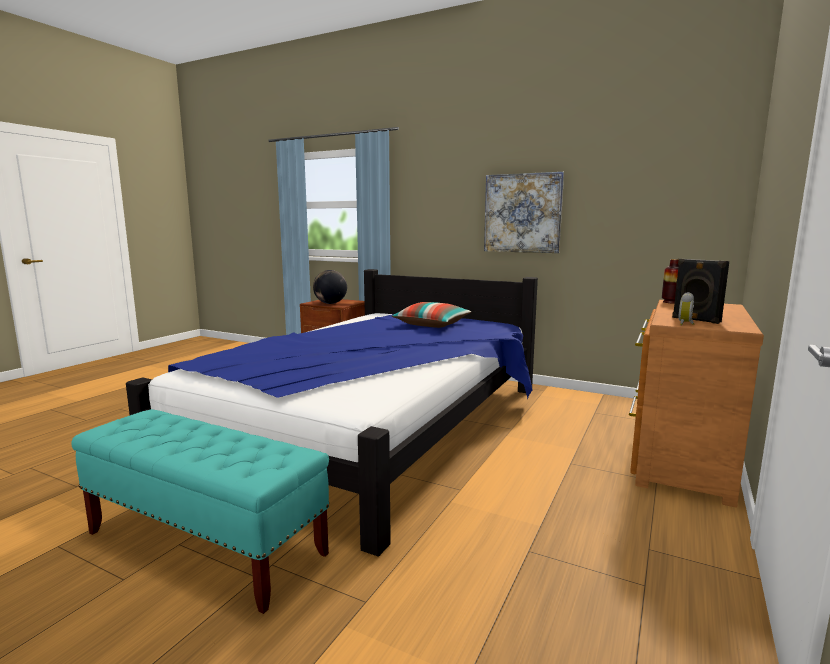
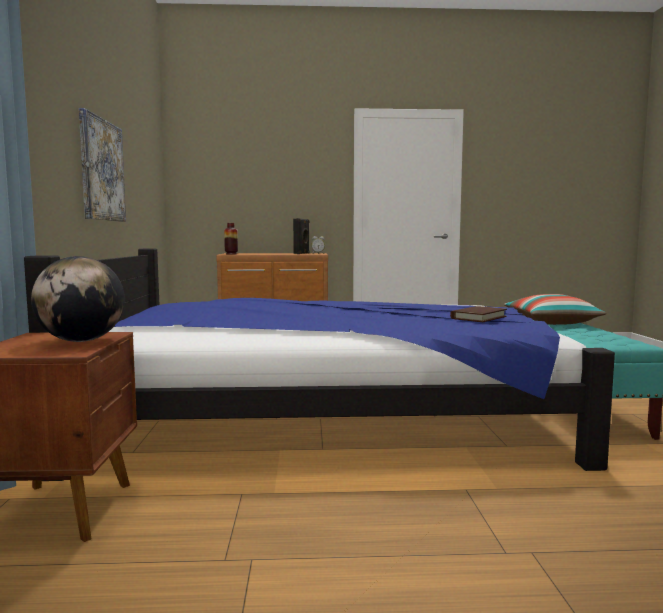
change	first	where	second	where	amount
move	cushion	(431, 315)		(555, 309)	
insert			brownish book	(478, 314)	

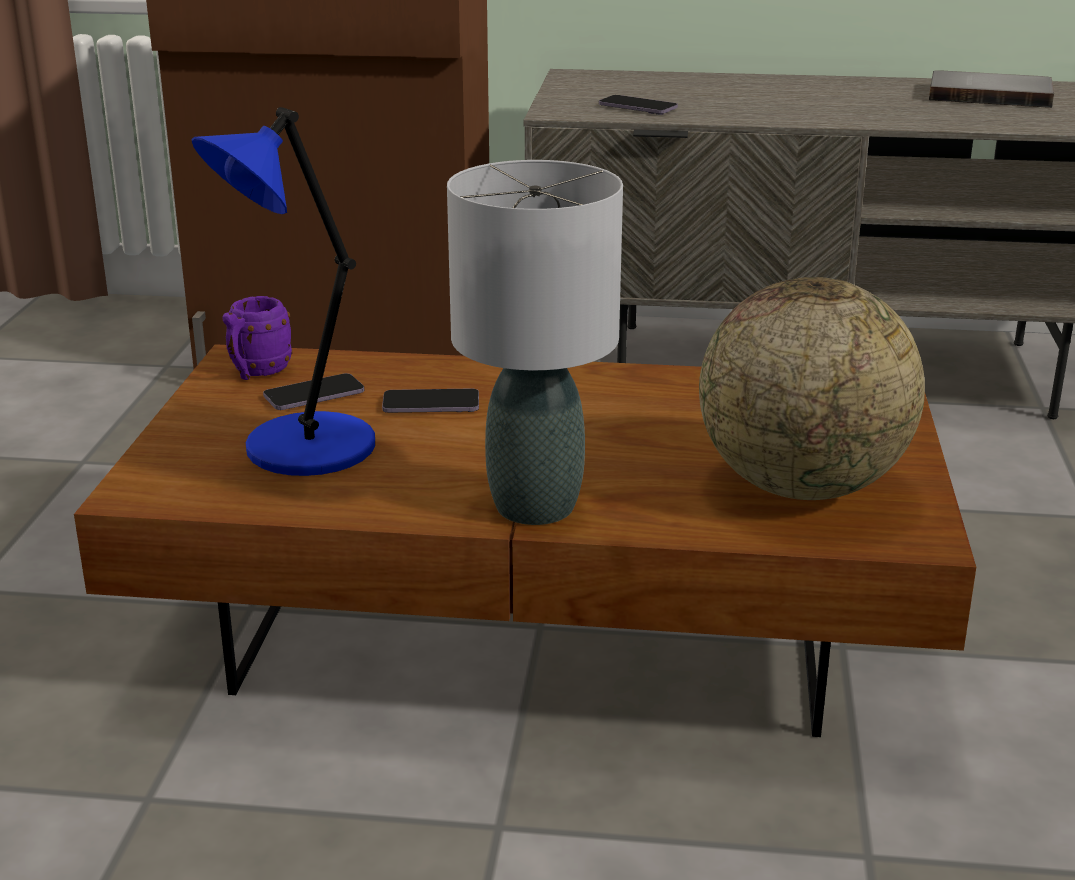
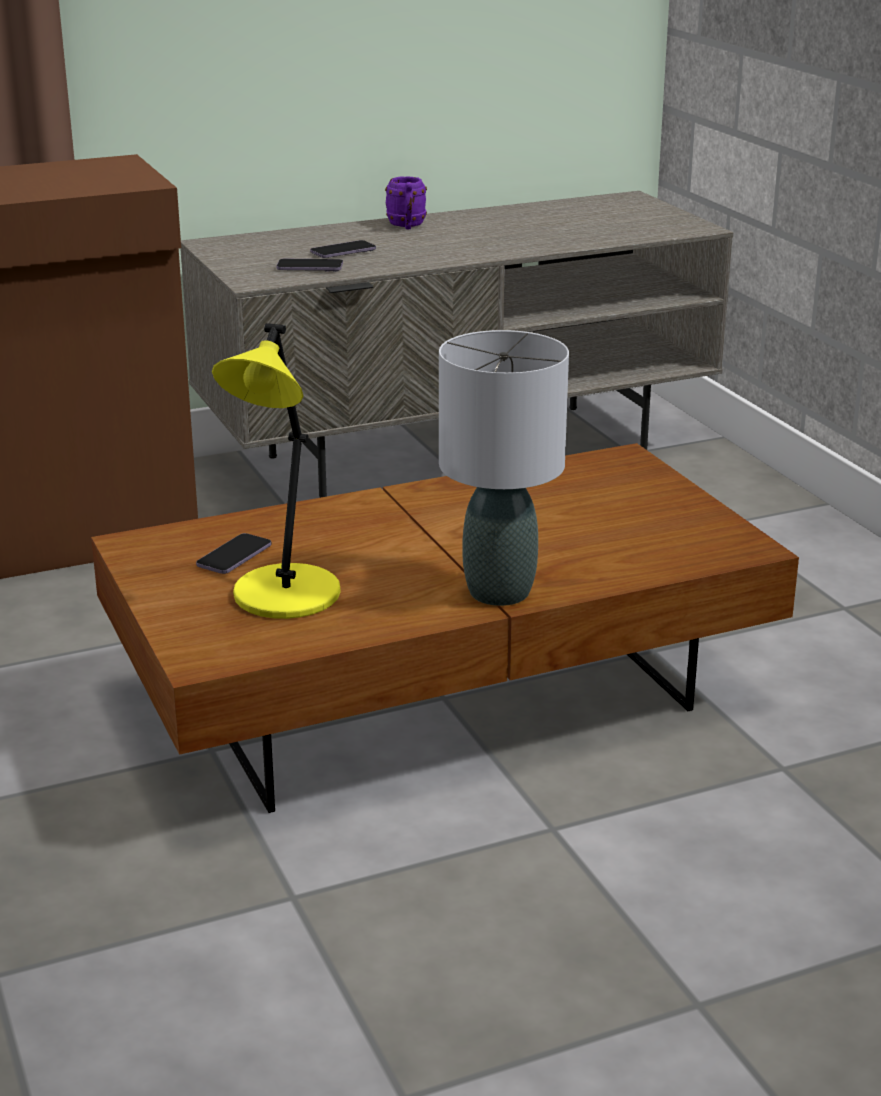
change	first	where	second	where	amount
delete	grey book	(991, 89)			
recolor	blue table lamp	(283, 291)	yellow table lamp	(276, 471)	
delete	desk globe	(812, 388)			
move	purple tea mug	(258, 338)		(406, 202)	
move	handset	(430, 400)		(343, 249)	

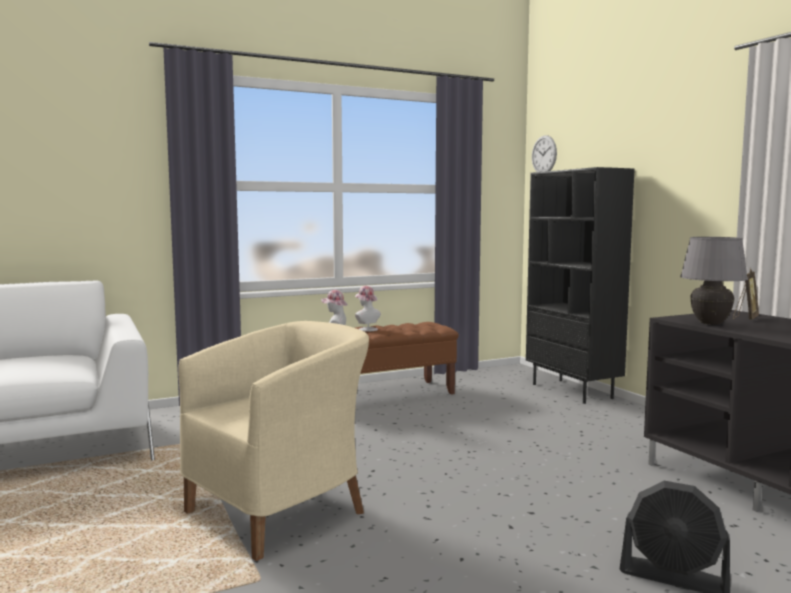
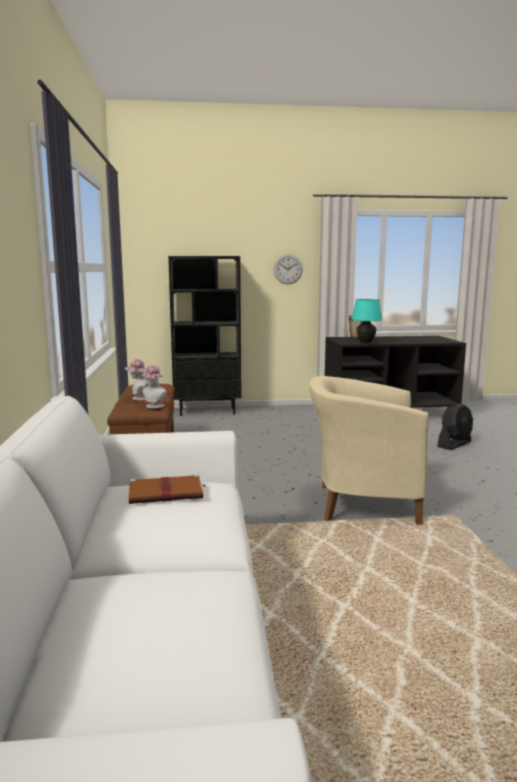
change	first	where	second	where	amount
move	hanging clock	(544, 153)		(288, 269)	
recolor	grey table lamp	(714, 281)	turquoise-coloured table lamp	(366, 321)	
rotate	beige armchair	(273, 441)		(369, 450)	60 degrees counterclockwise
insert			brownish book	(167, 489)	

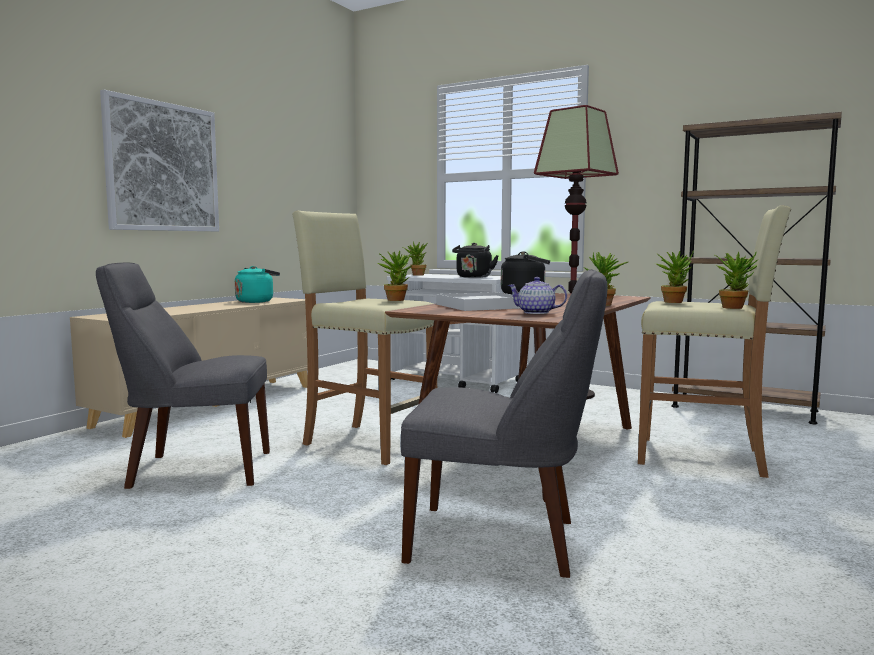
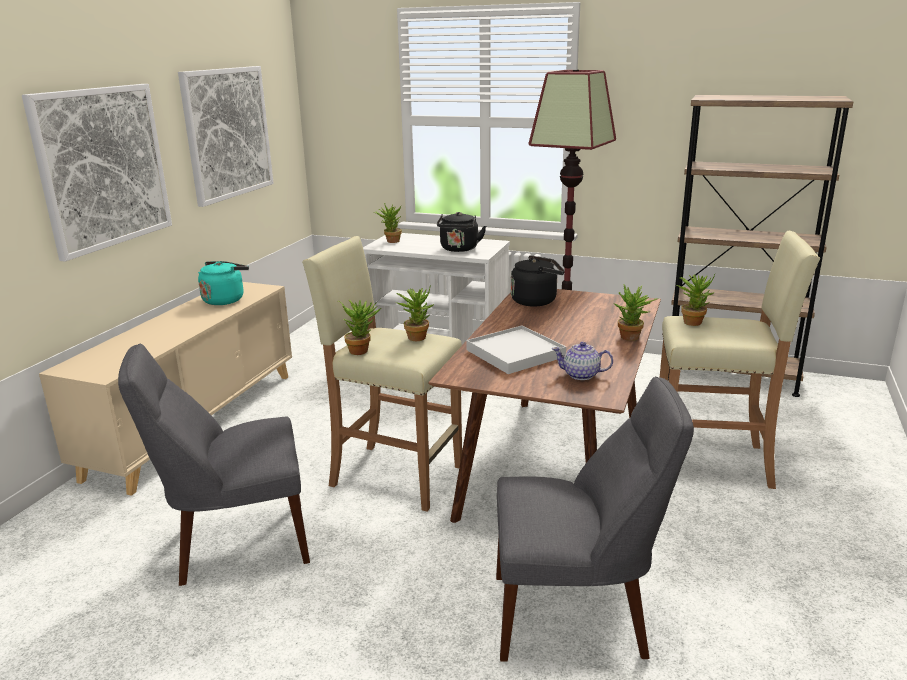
change	first	where	second	where	amount
move	houseplant	(737, 280)		(359, 327)	
insert			wall picture	(226, 136)	

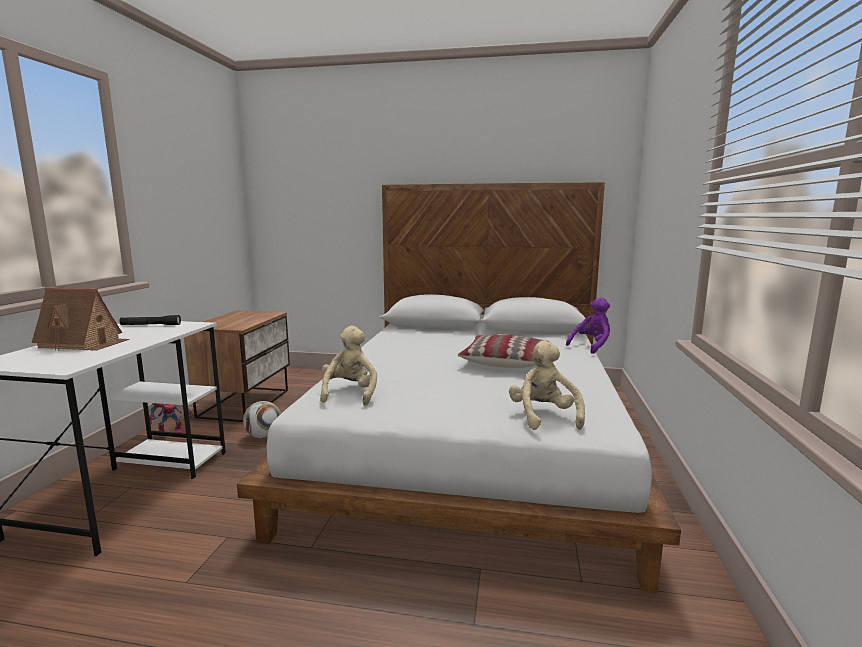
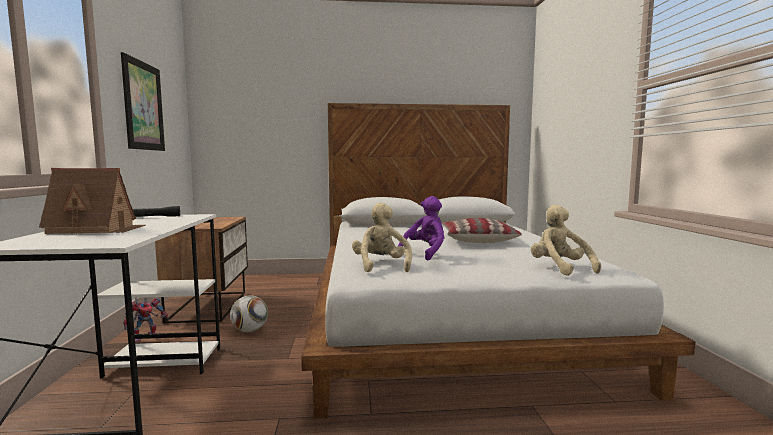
change	first	where	second	where	amount
move	purple soft toy	(588, 325)		(421, 228)	
insert			wall picture	(143, 101)	

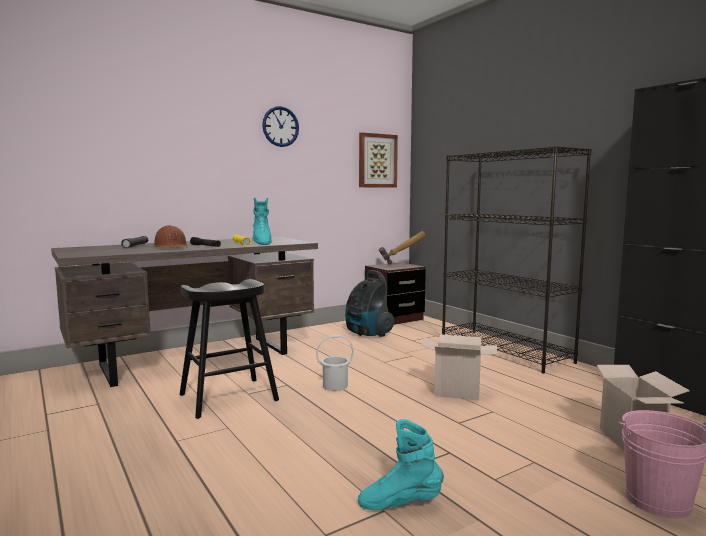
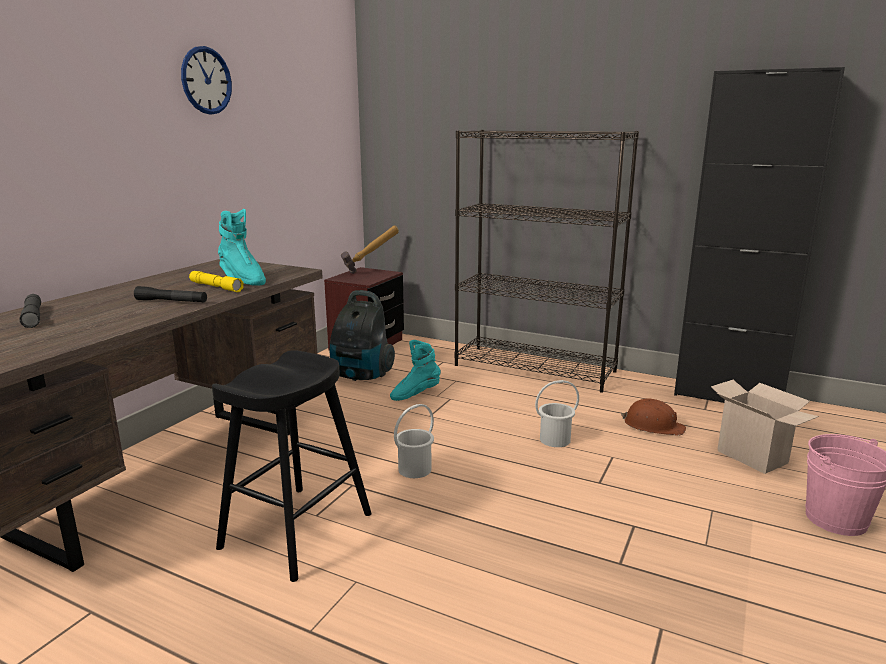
change	first	where	second	where	amount
delete	wall picture	(378, 160)			
move	brownish safety helmet	(170, 236)		(653, 417)	
replace	carton	(459, 367)	whitish pail	(557, 413)	
move	turquoise-coloured high-top boot	(401, 464)		(415, 370)	

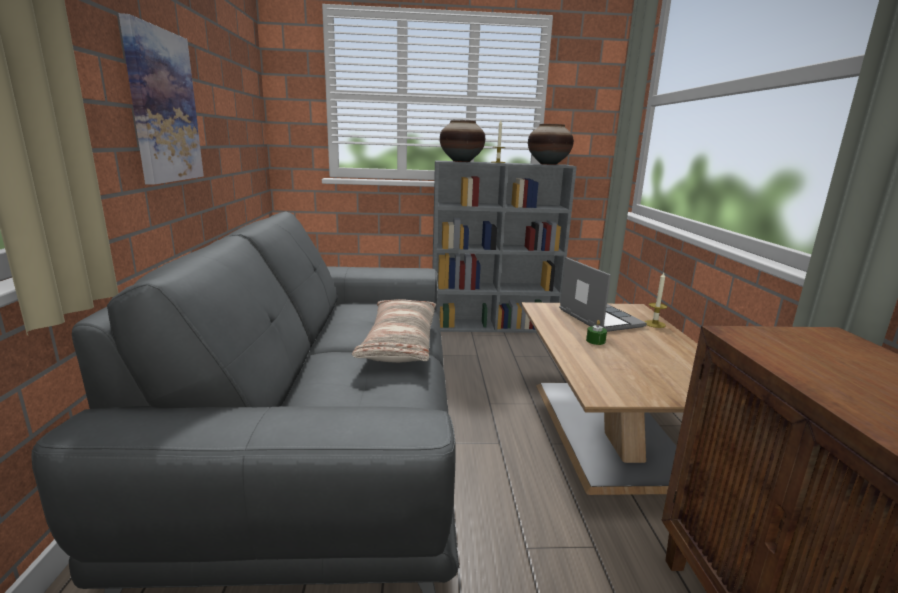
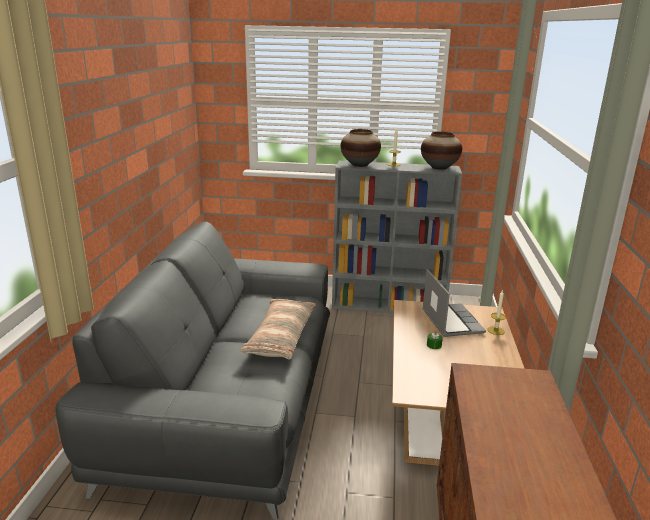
change	first	where	second	where	amount
delete	wall picture	(161, 99)			

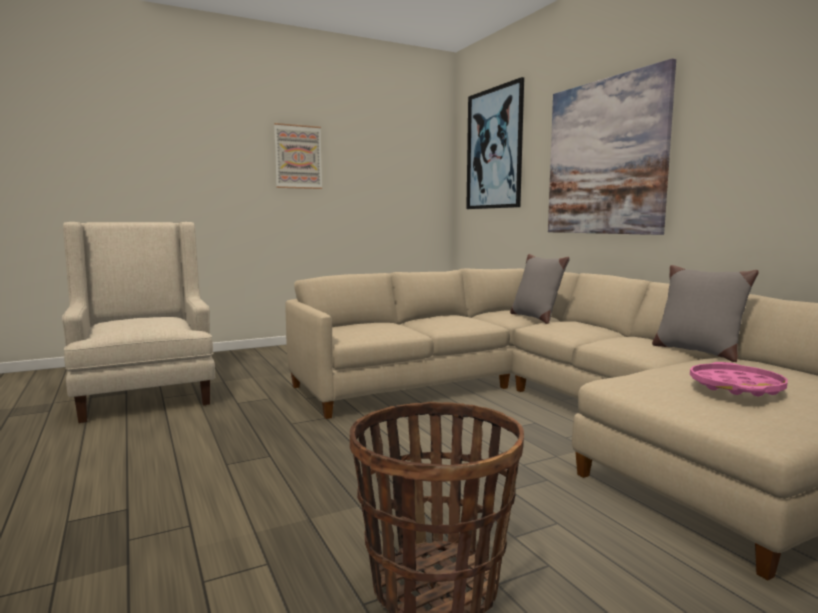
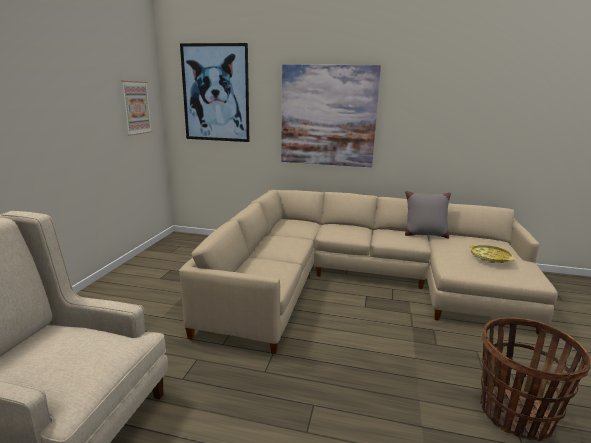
change	first	where	second	where	amount
move	wall picture	(298, 156)		(136, 108)	
delete	grey cushion	(540, 289)			
recolor	pink carrying tray	(739, 379)	yellow carrying tray	(492, 253)	

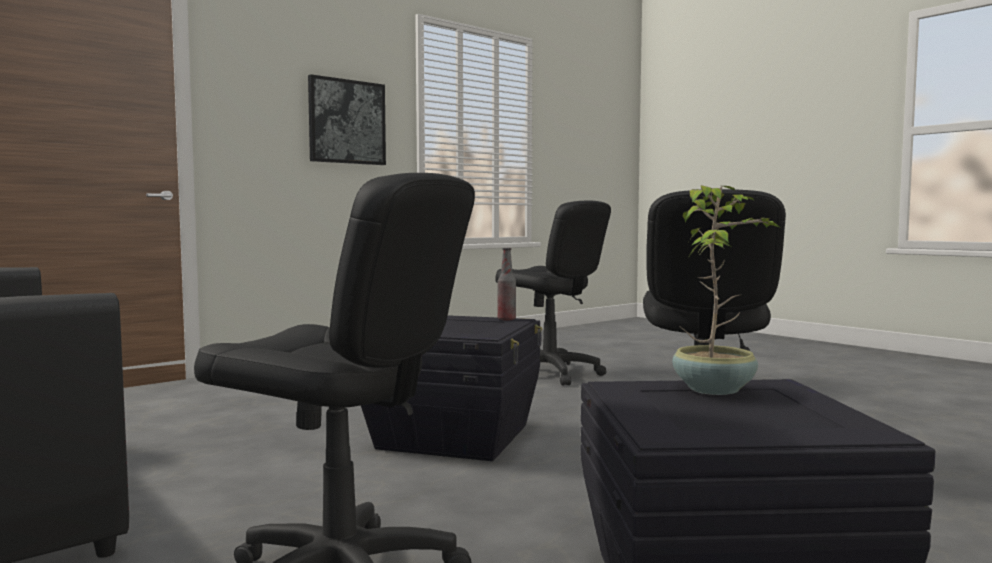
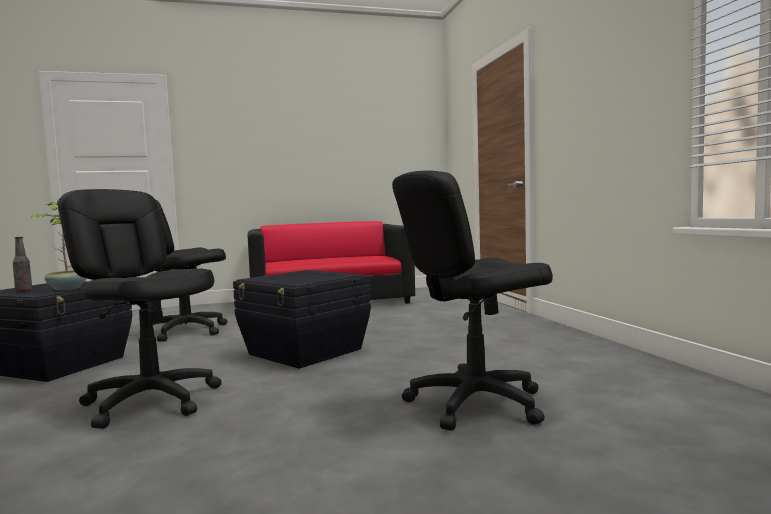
change	first	where	second	where	amount
delete	wall picture	(347, 119)			
move	beverage bottle	(506, 284)		(22, 264)	

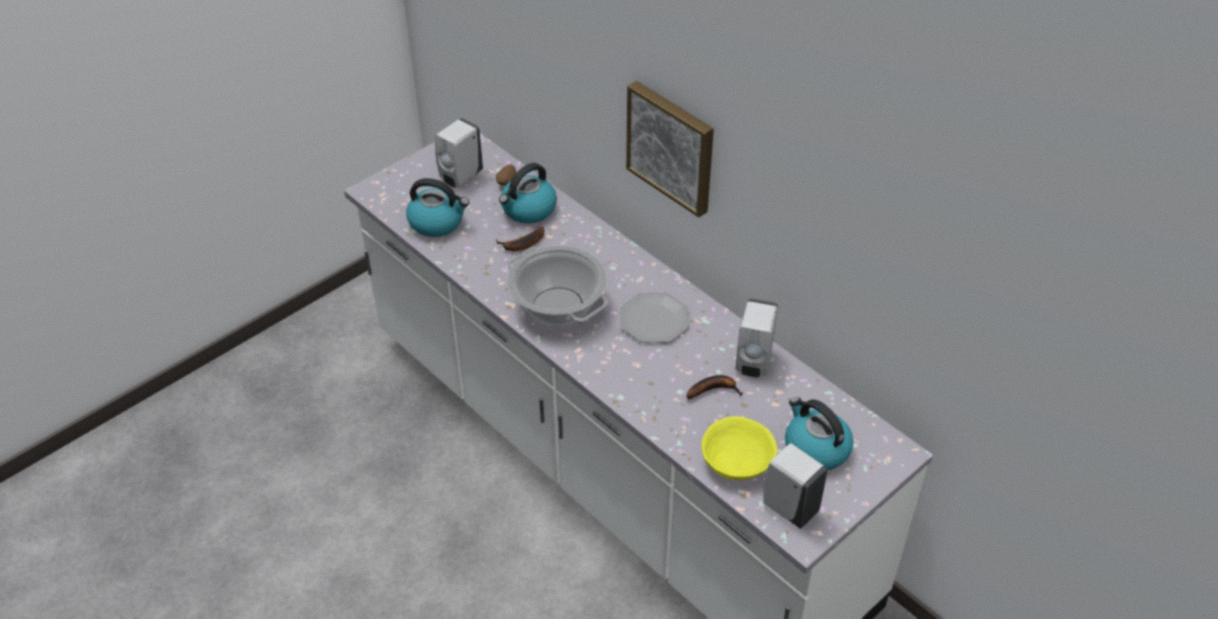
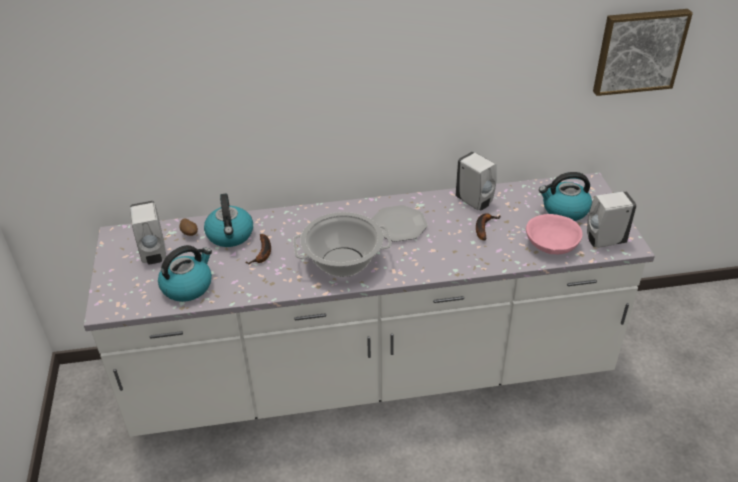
change	first	where	second	where	amount
move	wall picture	(670, 149)		(643, 52)	
recolor	yellow deep dish	(739, 448)	pink deep dish	(554, 234)	

